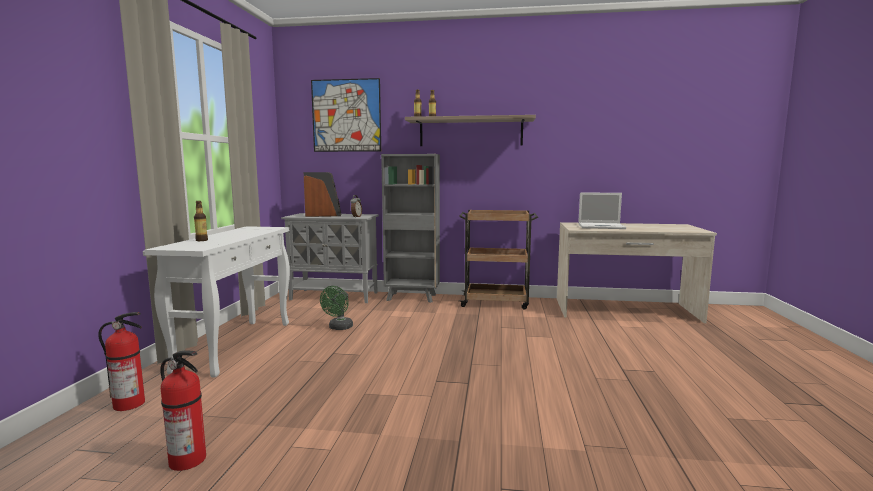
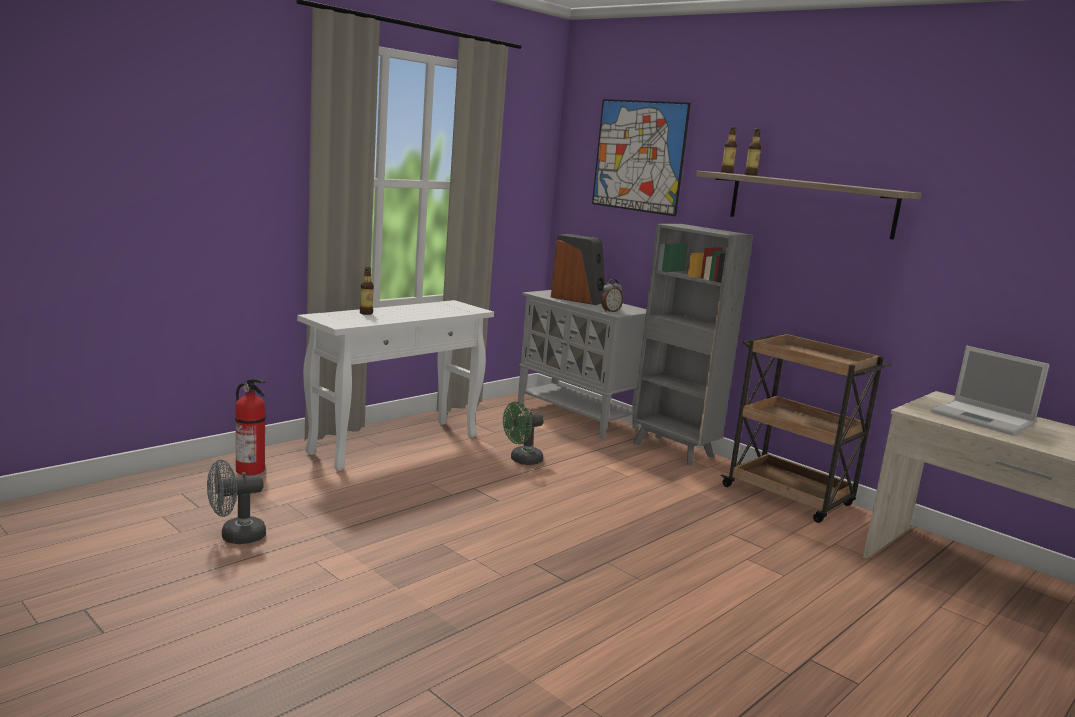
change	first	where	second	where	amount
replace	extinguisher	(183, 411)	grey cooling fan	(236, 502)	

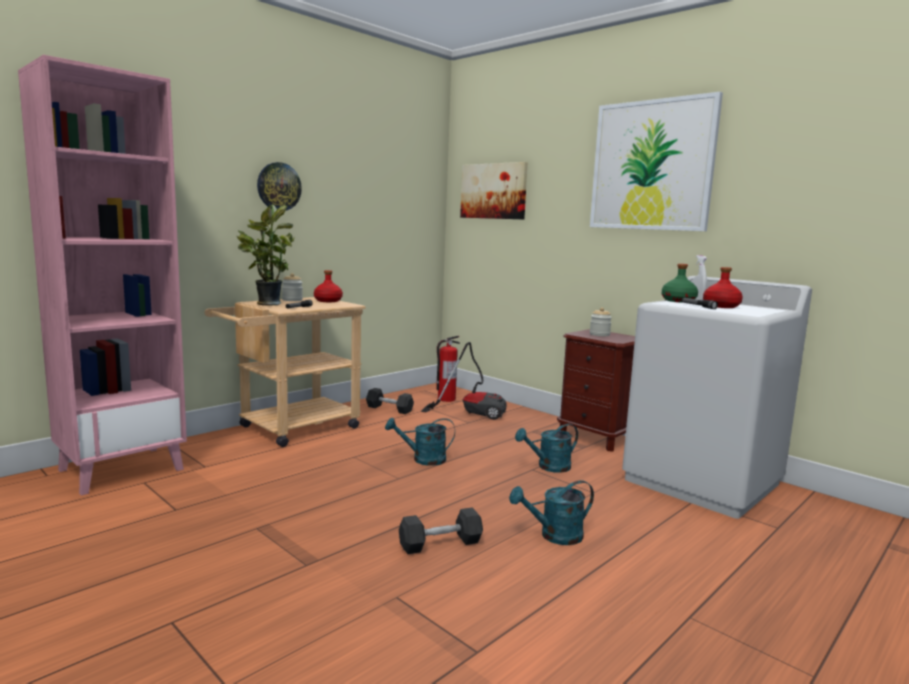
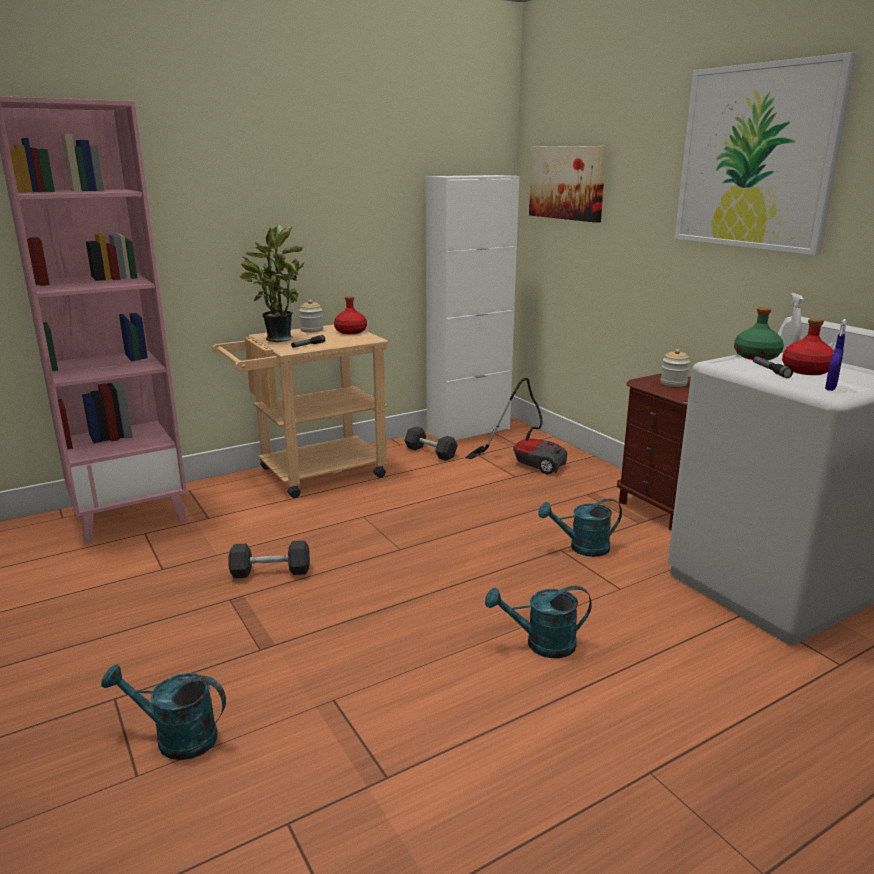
change	first	where	second	where	amount
delete	hanging clock	(279, 186)			
delete	extinguisher	(448, 369)			
move	turquoise-coloured sprinkling can	(420, 442)		(163, 712)	
move	grey dumbbell	(441, 530)		(269, 559)	
insert			whitish cabinet	(472, 307)	
insert			blue spray bottle	(836, 355)	

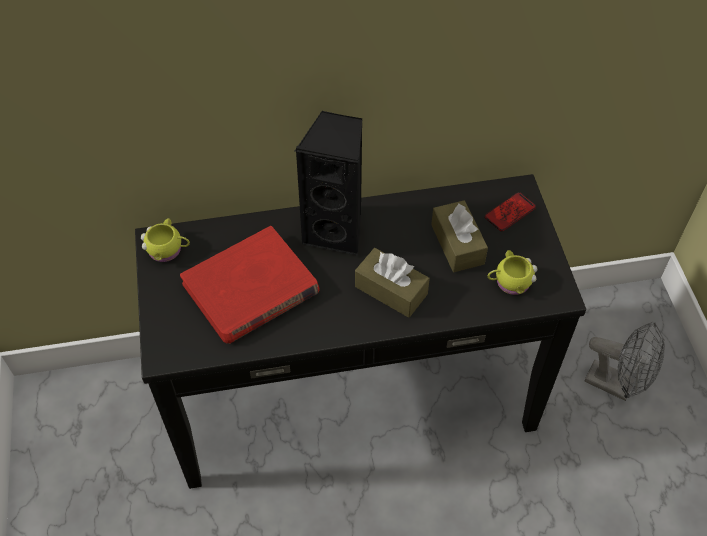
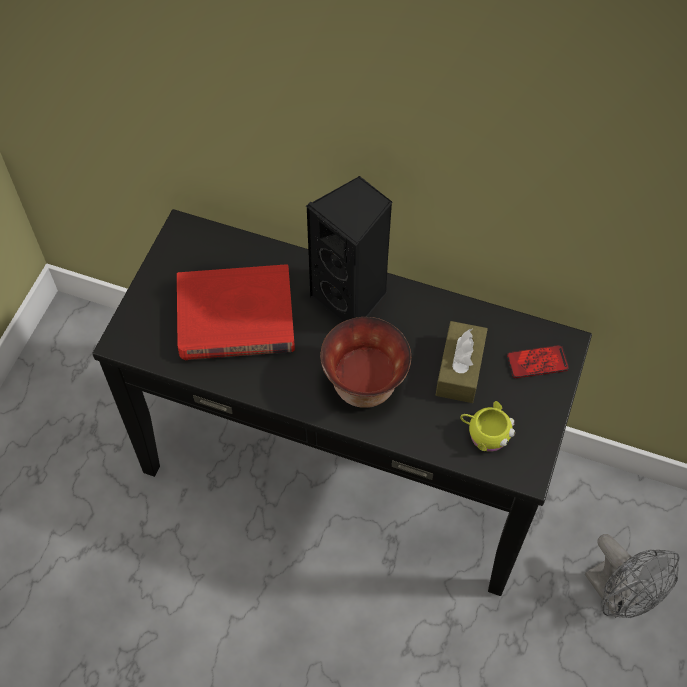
change	first	where	second	where	amount
delete	yellow tea mug	(165, 240)			
replace	brownish tissue holder	(392, 283)	deep dish	(365, 362)	

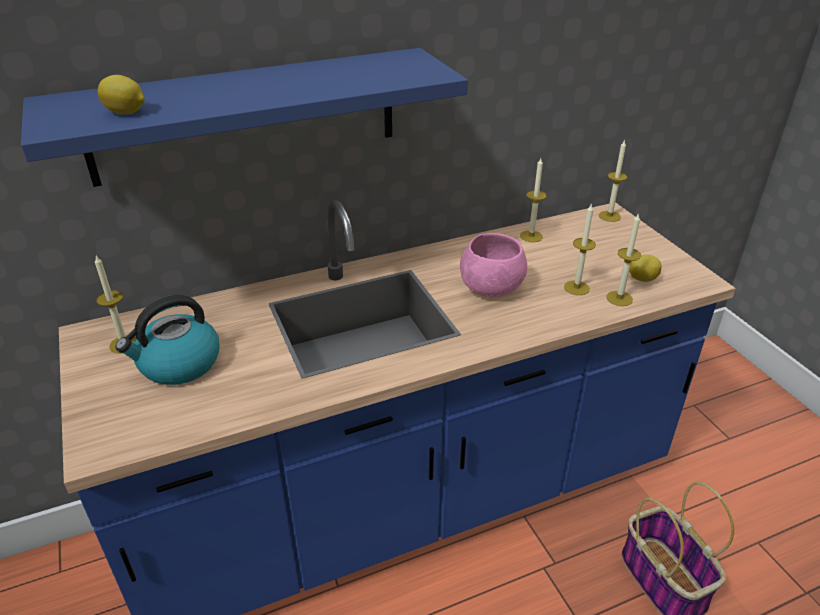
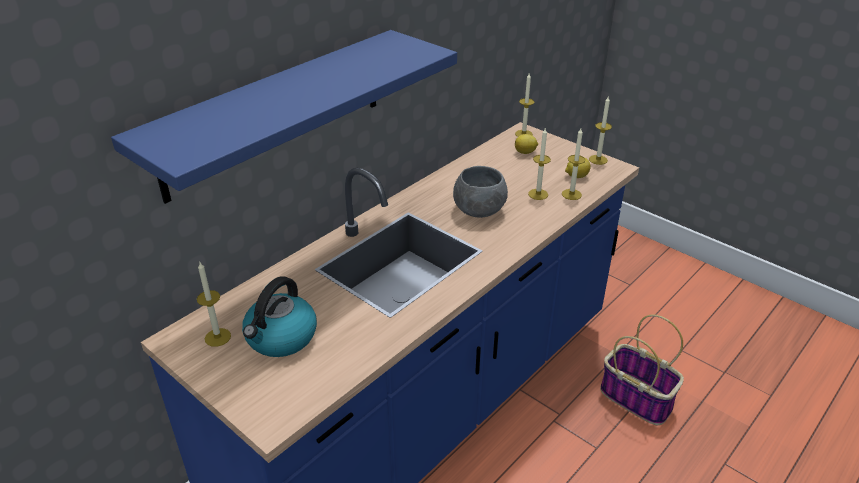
change	first	where	second	where	amount
move	citrus fruit	(121, 94)		(526, 144)	
move	candle	(533, 200)		(600, 131)	
recolor	pink deep dish	(493, 265)	grey deep dish	(480, 192)	

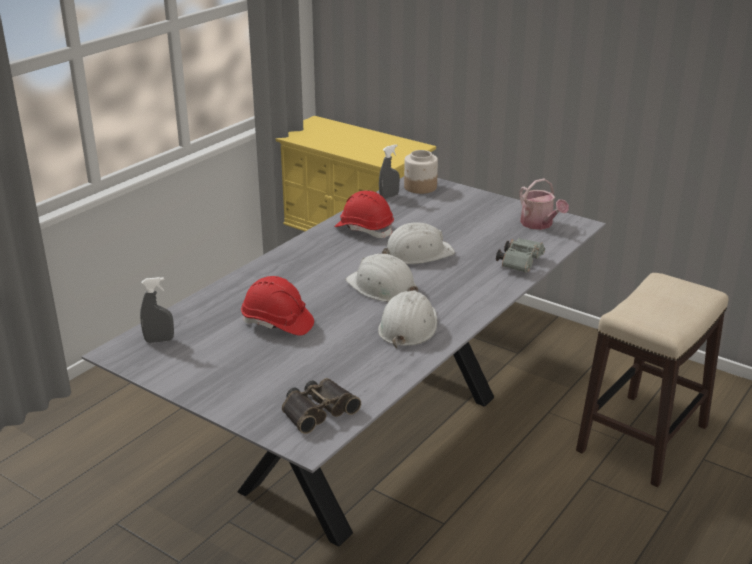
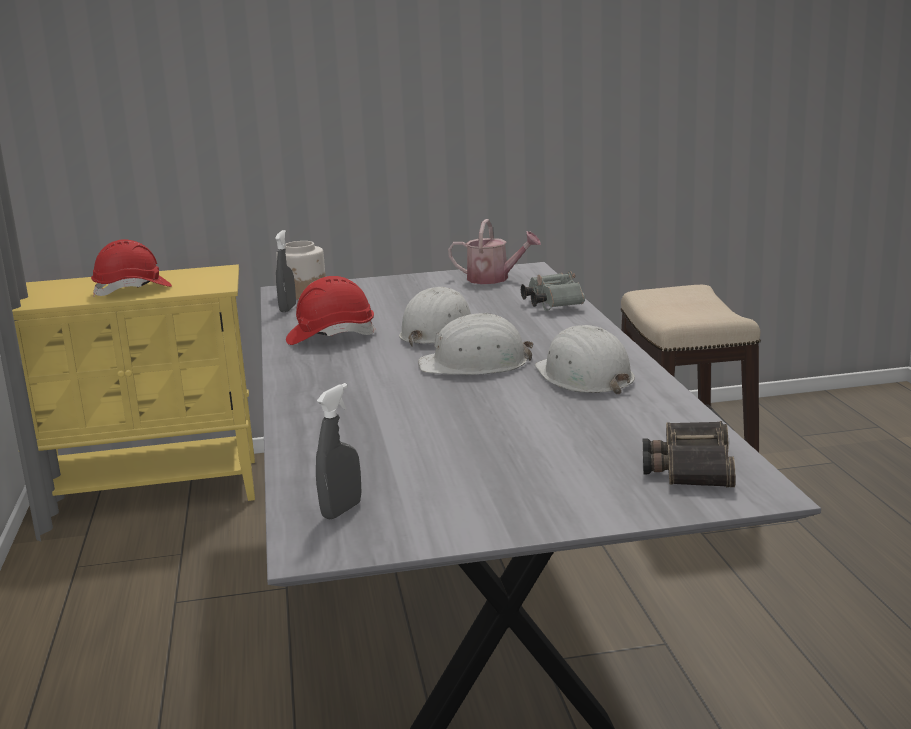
change	first	where	second	where	amount
move	reddish safety helmet	(277, 306)		(131, 268)	

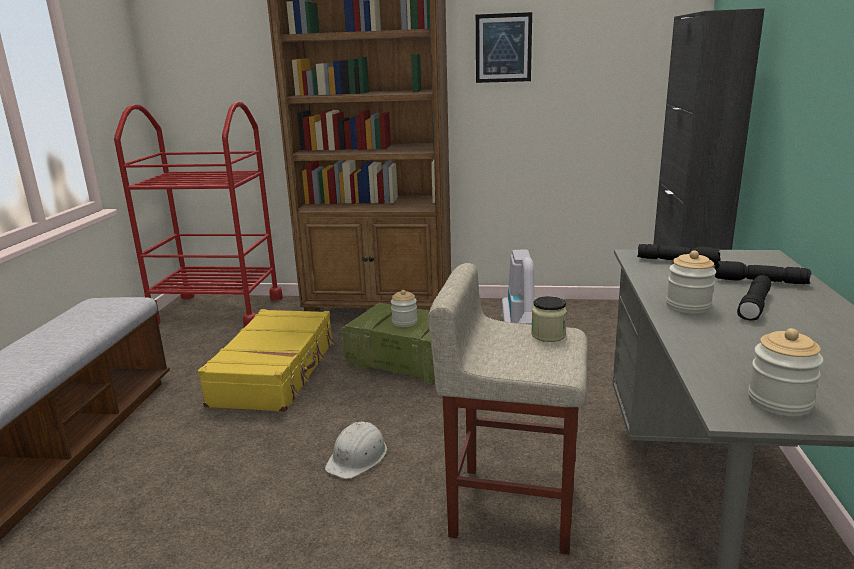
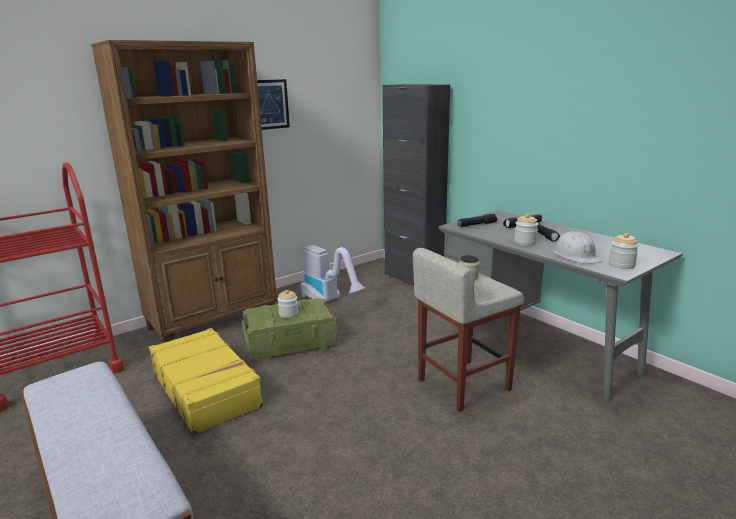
change	first	where	second	where	amount
move	whitish safety helmet	(356, 450)		(577, 247)	

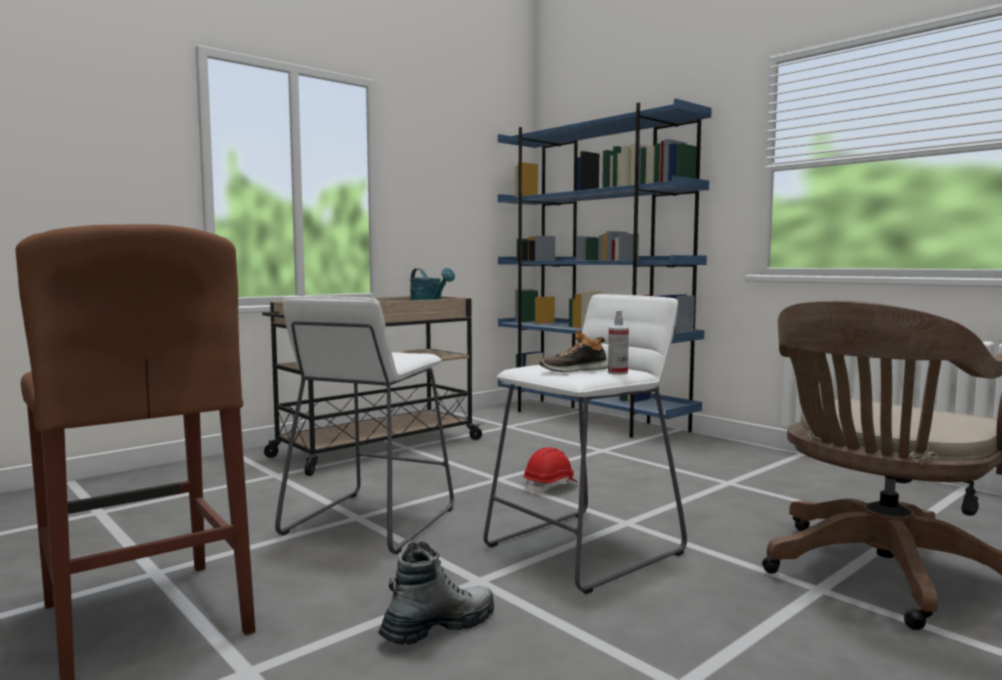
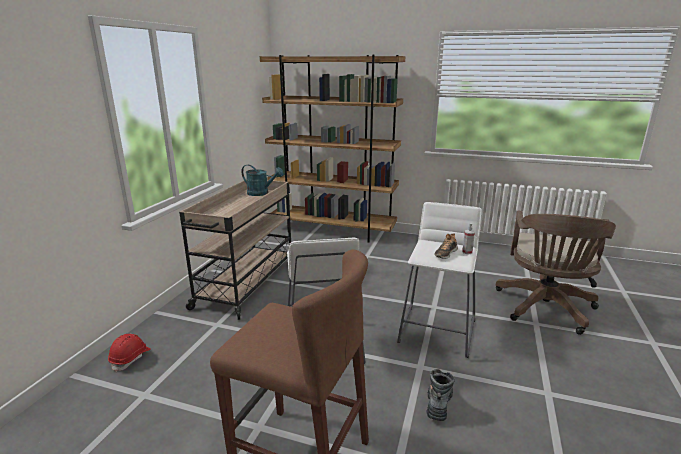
change	first	where	second	where	amount
recolor	blue bookshelf	(605, 268)	brownish bookshelf	(333, 149)	
move	reddish safety helmet	(551, 470)		(129, 353)	

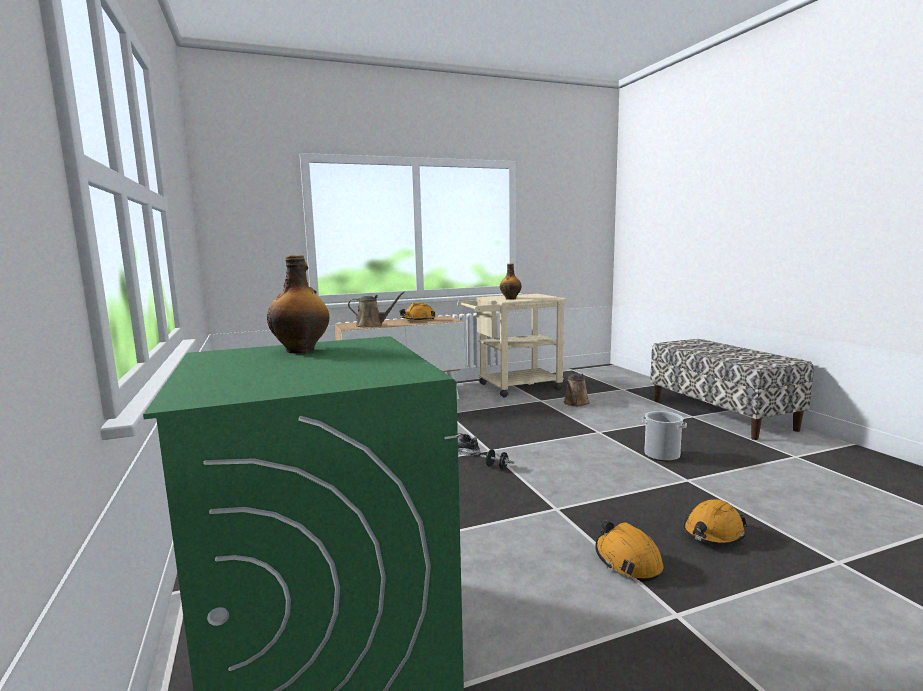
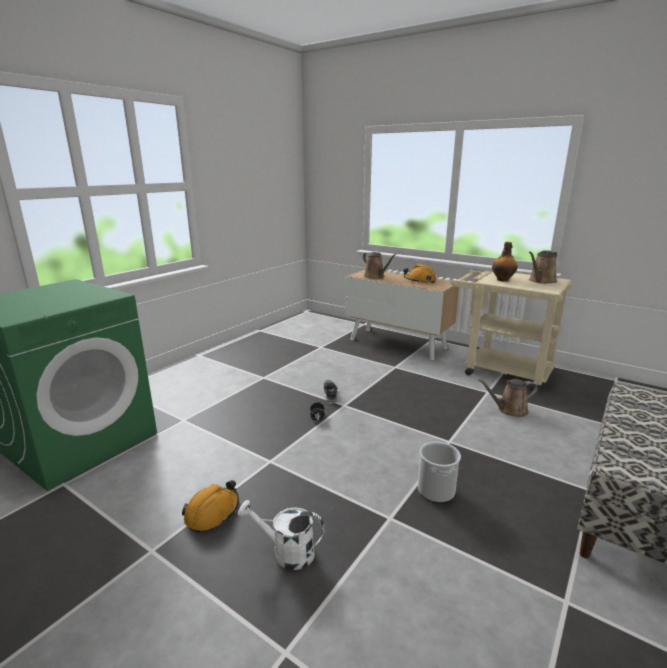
change	first	where	second	where	amount
delete	beverage bottle	(298, 304)			
replace	orange-coloured safety helmet	(715, 522)	whitish sprinkling can	(281, 535)	
insert			brownish sprinkling can	(543, 267)	

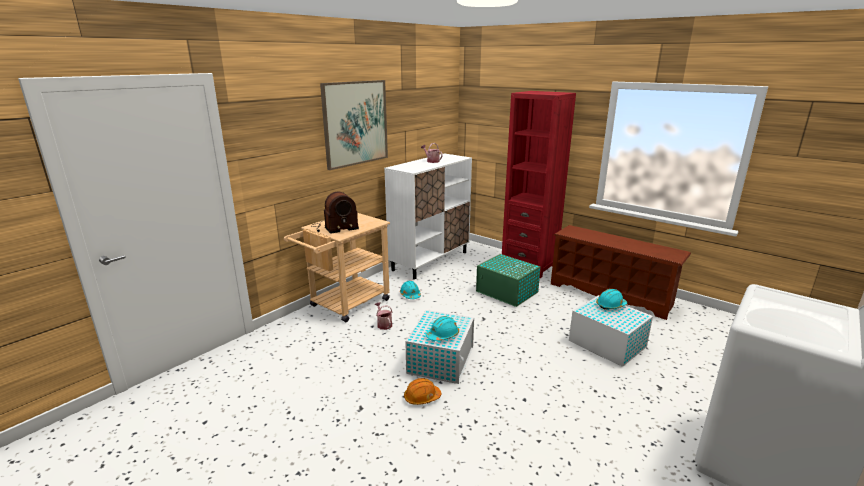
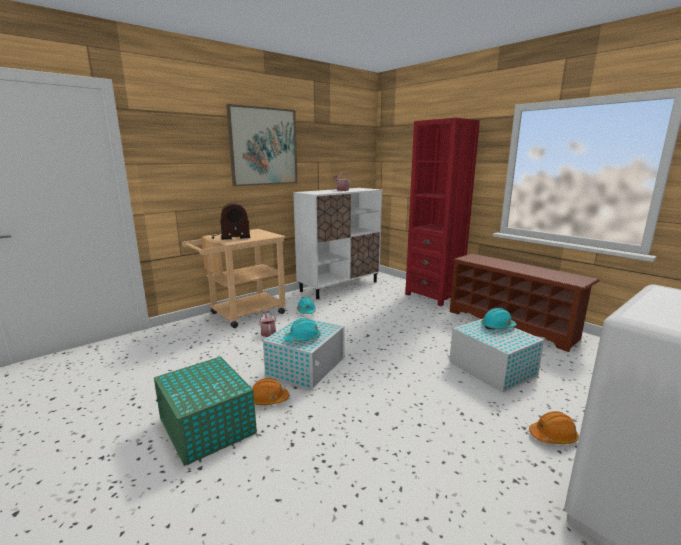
change	first	where	second	where	amount
move	green-coloured storage container	(508, 280)		(205, 411)	
insert			orange-coloured safety helmet	(554, 427)	

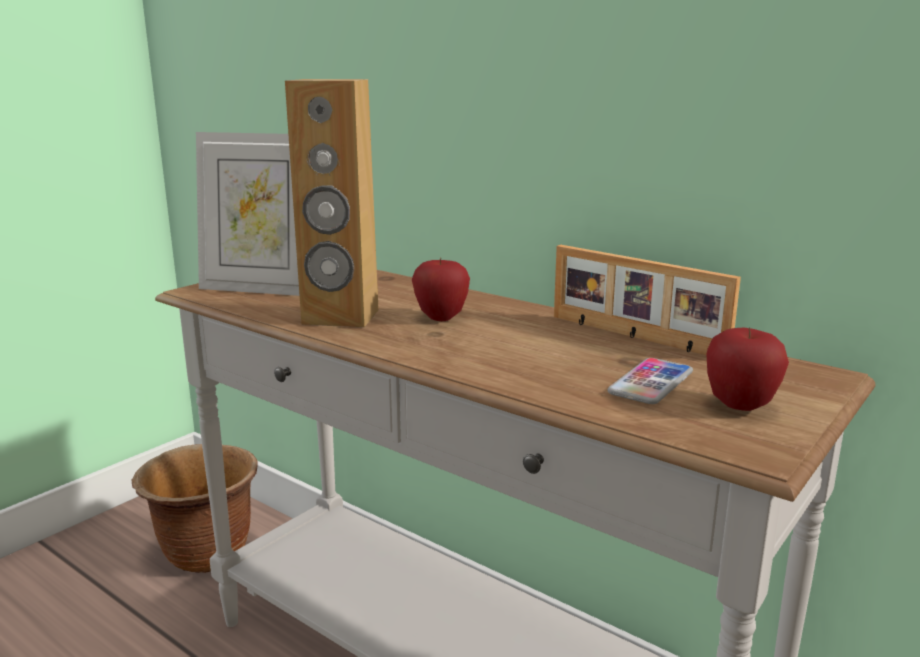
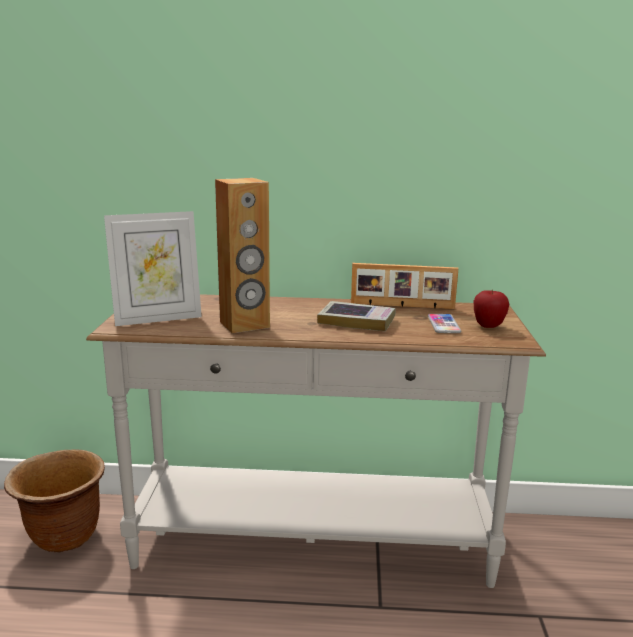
change	first	where	second	where	amount
delete	whole apple	(441, 289)			
insert			book	(356, 316)	

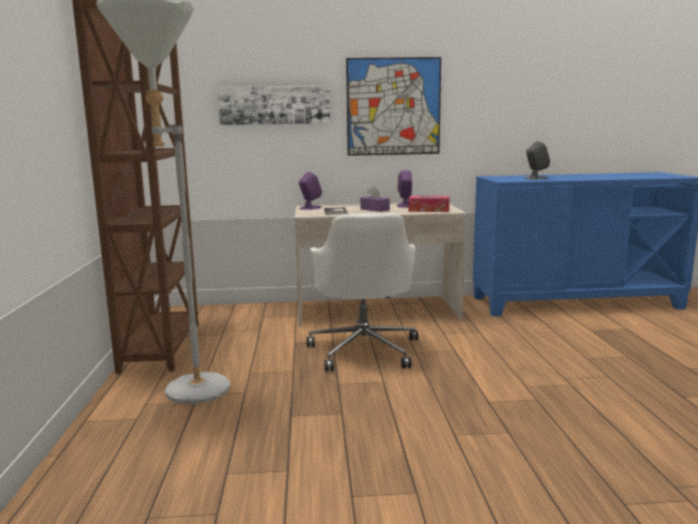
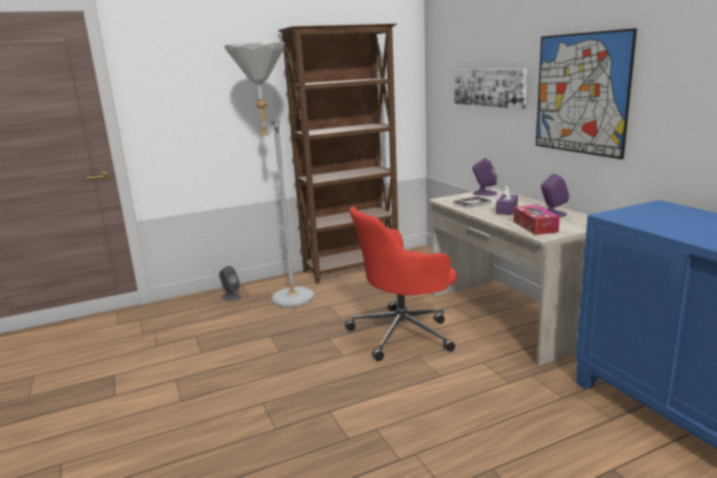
change	first	where	second	where	amount
move	grey speaker	(537, 160)		(230, 283)	
recolor	whitish desk chair	(362, 292)	reddish desk chair	(401, 284)	

